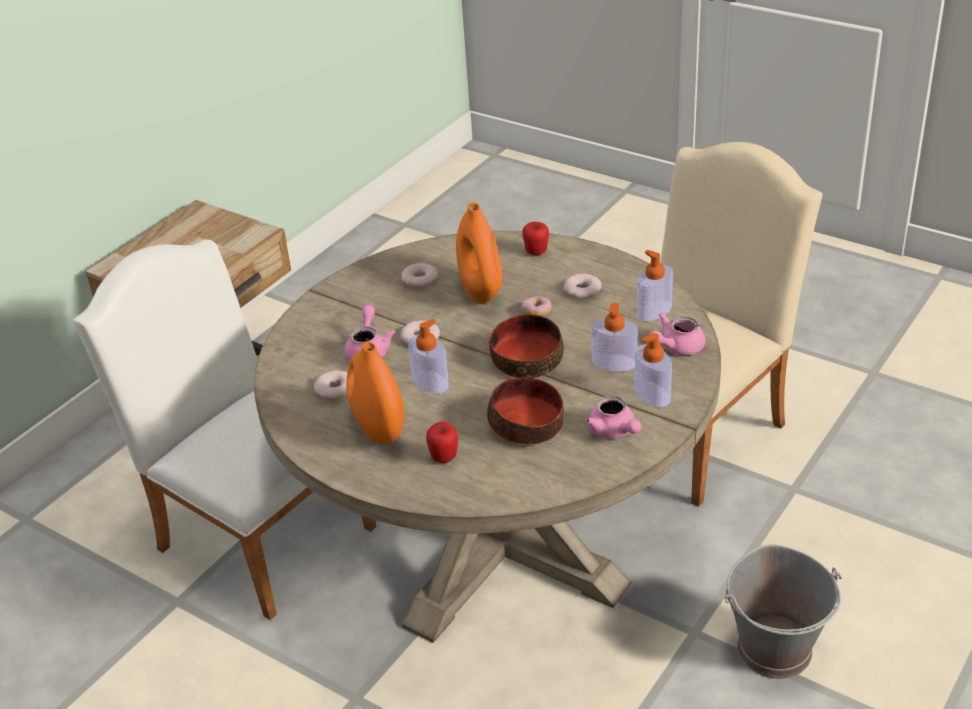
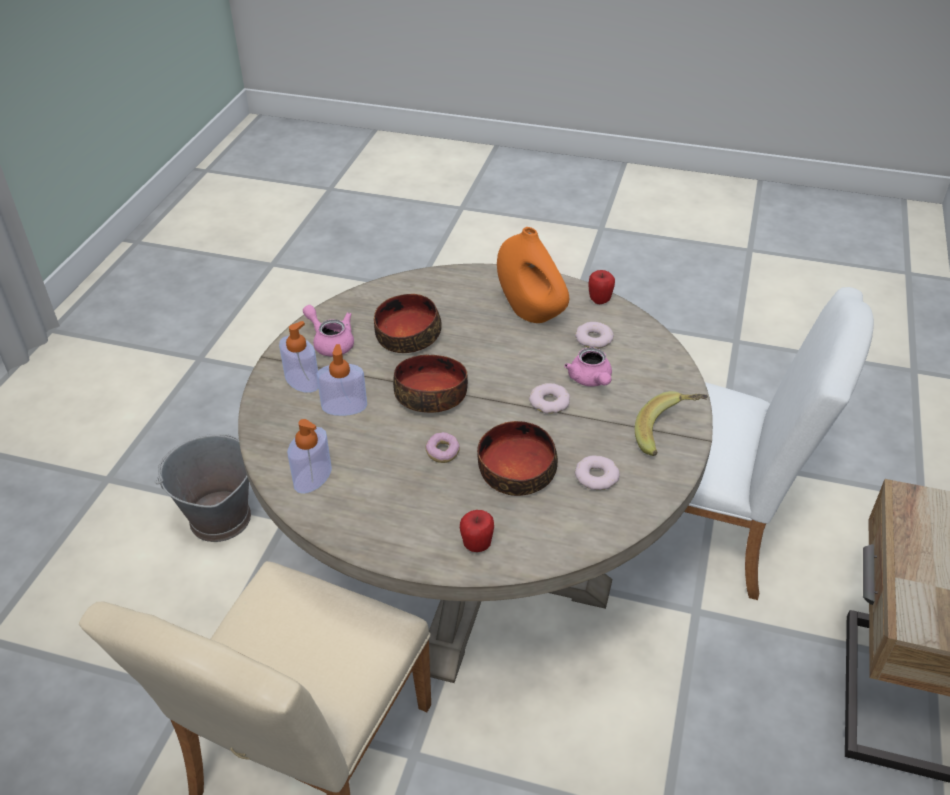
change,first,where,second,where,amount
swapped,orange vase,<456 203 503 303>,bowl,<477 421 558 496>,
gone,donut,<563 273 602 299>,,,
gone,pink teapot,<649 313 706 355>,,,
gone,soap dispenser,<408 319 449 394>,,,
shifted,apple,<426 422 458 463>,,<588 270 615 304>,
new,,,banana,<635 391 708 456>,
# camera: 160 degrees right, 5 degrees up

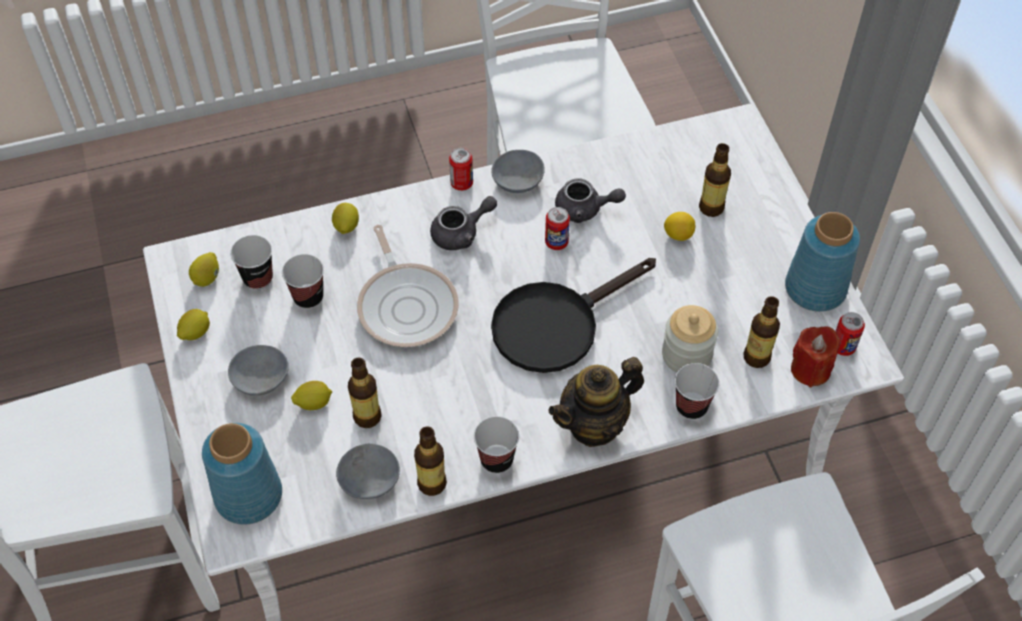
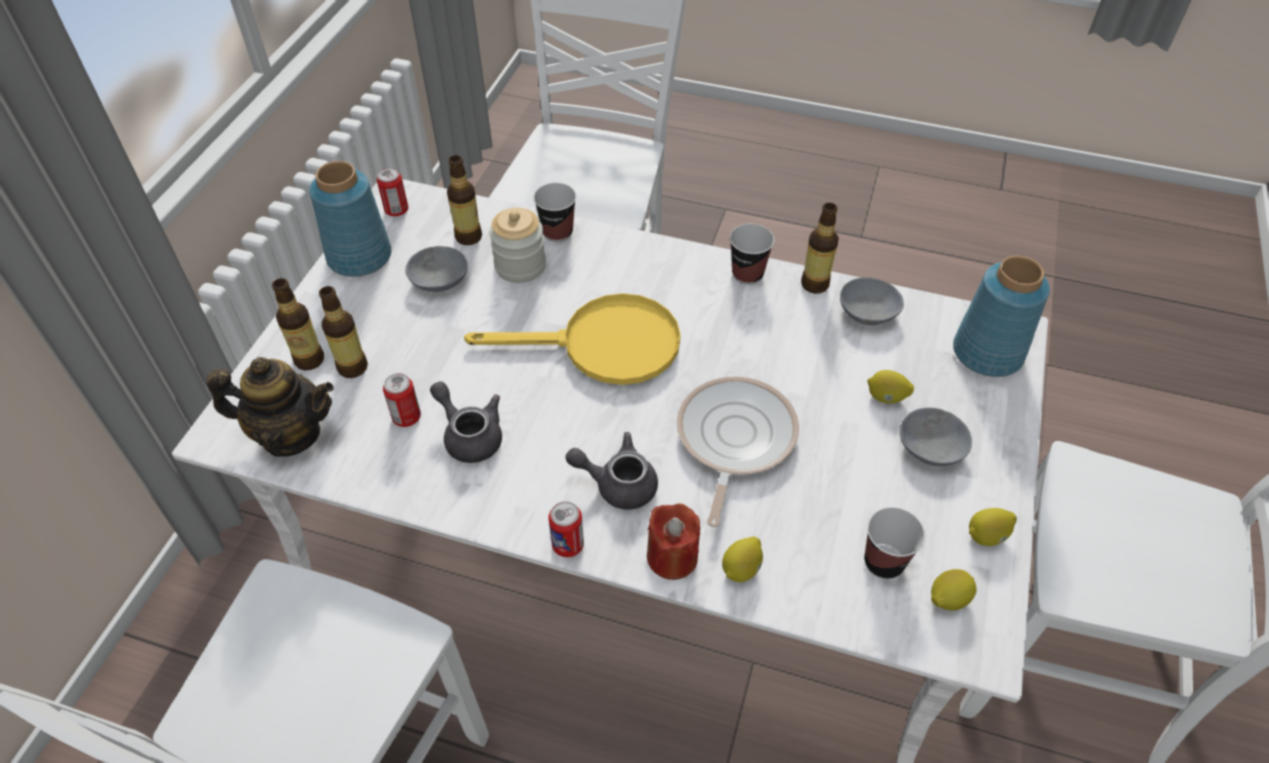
change,first,where,second,where,amount
shifted,grey bowl,<491 150 545 193>,,<405 246 468 292>,
shifted,can,<545 207 570 250>,,<383 373 421 427>,
gone,lemon,<664 212 695 241>,,,
gone,cup,<282 254 324 309>,,,
repainted,black frying pan,<491 258 656 373>,yellow frying pan,<464 293 681 385>,
shifted,red candle,<791 326 841 388>,,<647 503 700 580>,
shifted,bottle,<348 357 382 428>,,<272 278 324 370>,
shifted,teapot,<548 357 644 447>,,<206 357 334 457>,
# camera: 145 degrees left, 5 degrees down

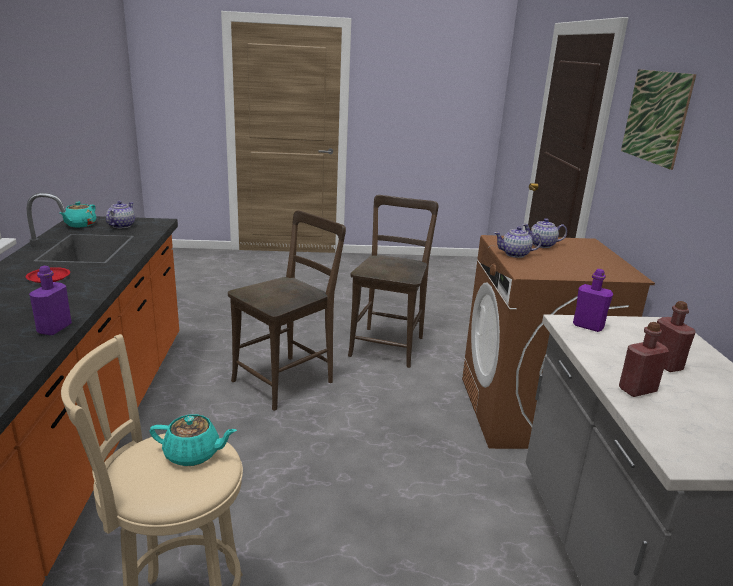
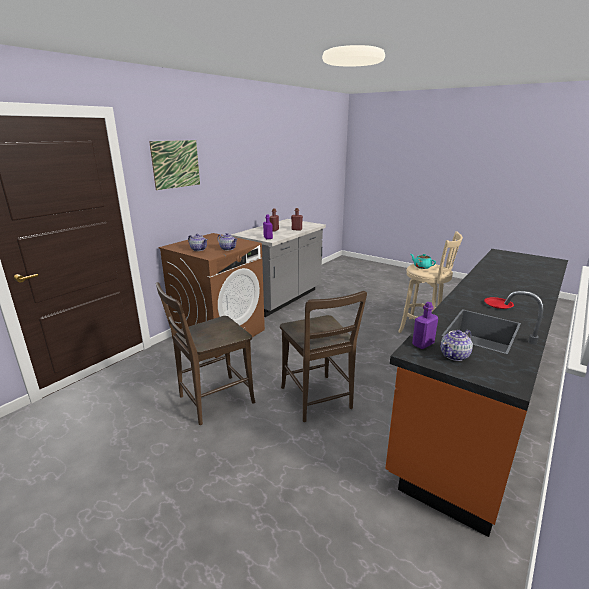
change,first,where,second,where,amount
gone,turquoise teapot,<60 202 96 228>,,,
rotated,brown chair,<228 210 346 411>,,<280 291 367 422>,105 degrees counterclockwise
shifted,purple bottle,<29 266 72 335>,,<412 302 438 349>,
# camera: 140 degrees left, 0 degrees up

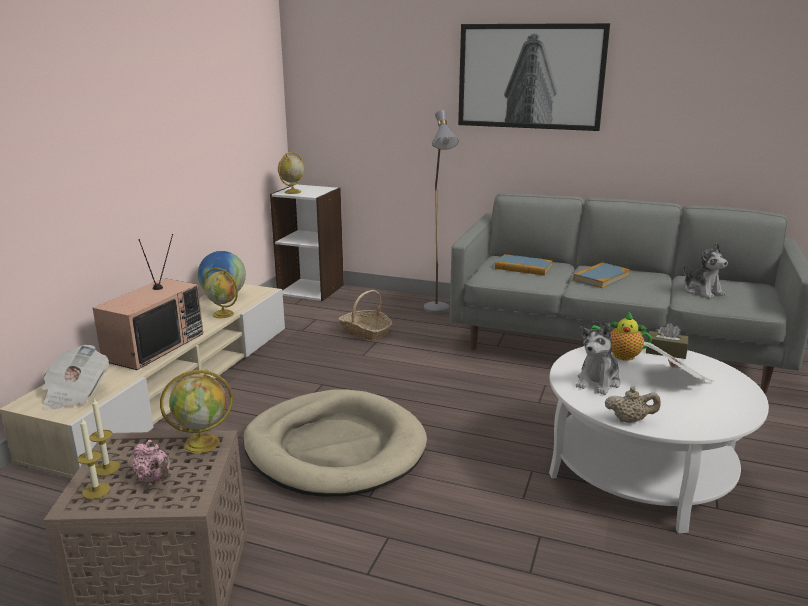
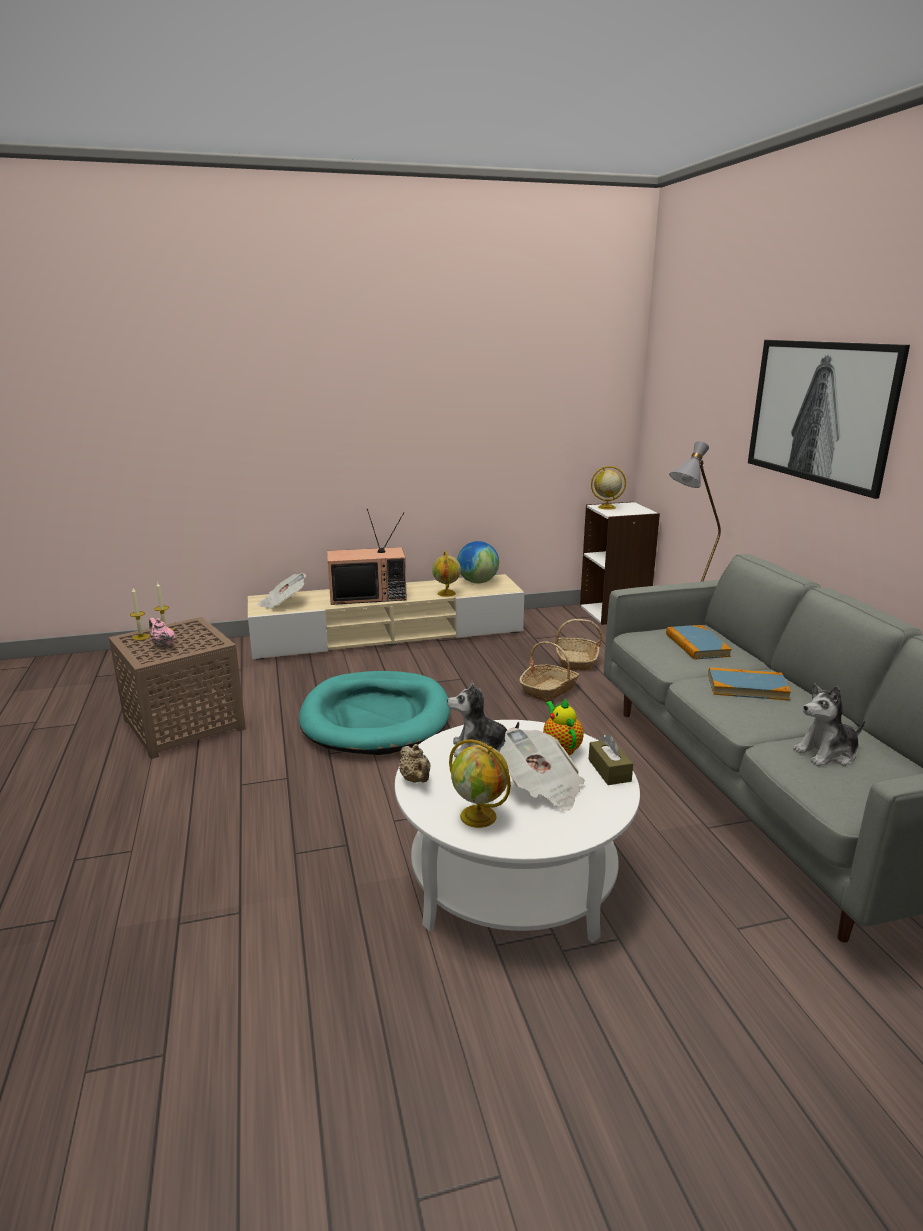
change,first,where,second,where,amount
rotated,plush toy,<683 243 728 299>,,<793 684 865 766>,45 degrees clockwise
shifted,globe,<160 370 233 453>,,<449 739 511 828>,
repainted,beige dog bed,<243 389 427 496>,turquoise dog bed,<299 671 450 755>,
rotated,pink teapot,<133 440 170 483>,,<149 618 175 647>,120 degrees clockwise
new,,,basket,<519 641 579 702>,
# camera: 55 degrees right, 0 degrees up

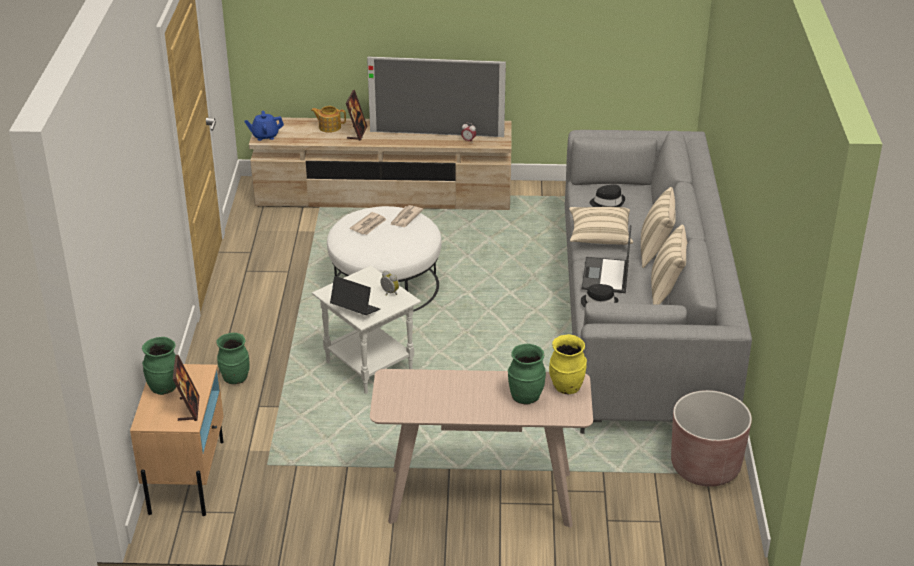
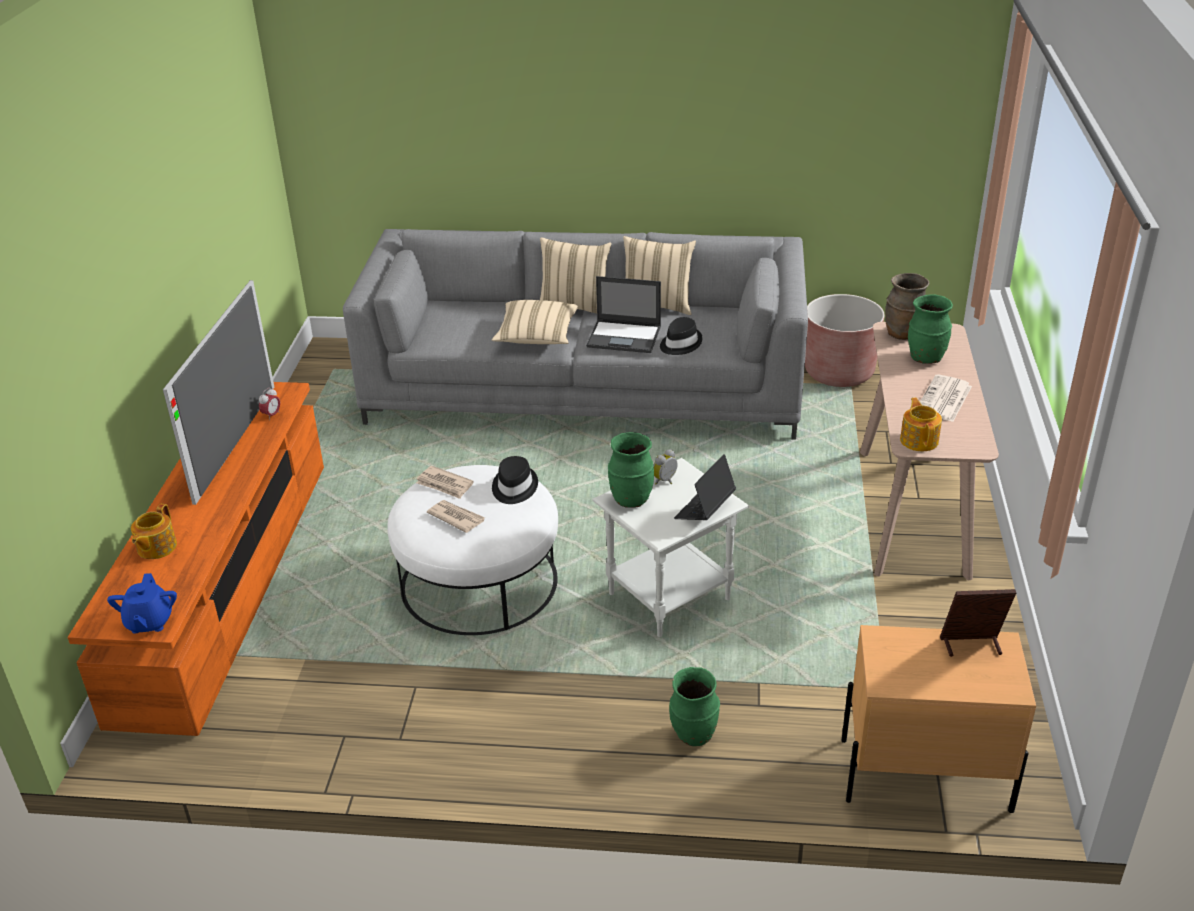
change,first,where,second,where,amount
gone,picture frame,<346 90 368 141>,,,
repainted,beige tv stand,<249 117 512 210>,orange tv stand,<67 382 324 736>,
shifted,black hat,<590 184 625 207>,,<492 456 538 504>,
repainted,yellow vase,<549 334 587 394>,brown vase,<885 273 929 340>,
shifted,green vase,<142 337 176 395>,,<608 432 654 508>,
new,,,newspaper,<920 375 972 422>,
new,,,teapot,<900 398 942 451>,
# camera: 85 degrees left, 0 degrees up

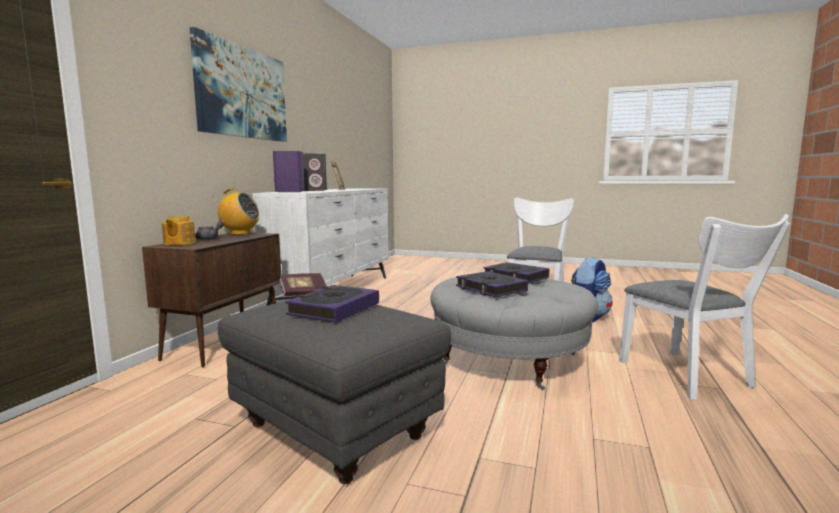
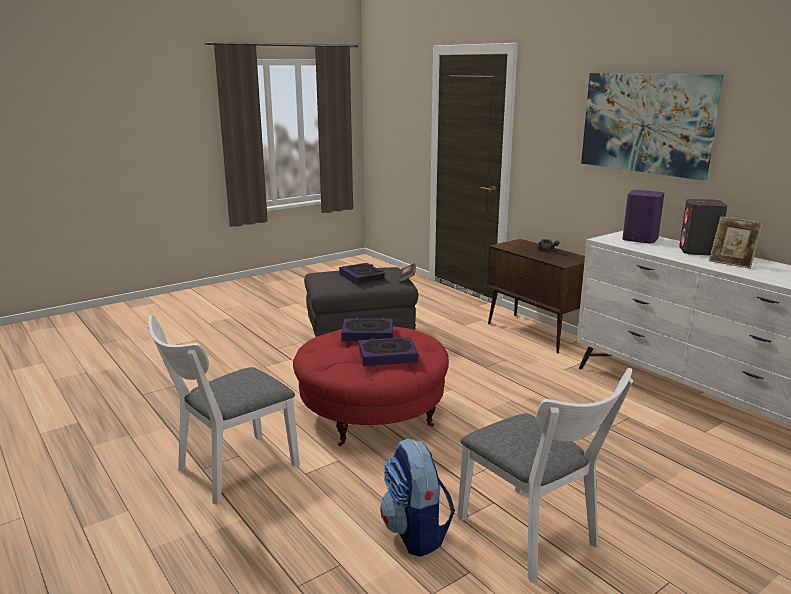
change,first,where,second,where,amount
gone,radio,<214 188 260 235>,,,
rotated,white chair,<619 214 790 400>,,<148 315 300 505>,60 degrees counterclockwise
gone,teapot,<162 216 196 245>,,,
repainted,grey ottoman,<430 277 598 390>,red ottoman,<293 326 449 446>,
# camera: 125 degrees right, 10 degrees up

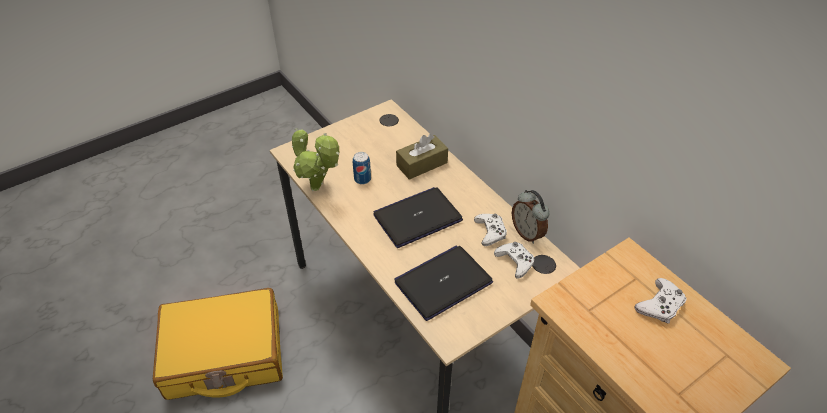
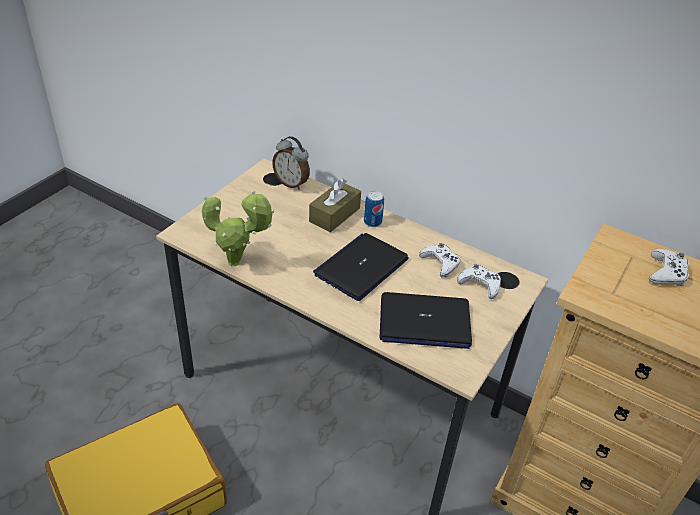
change,first,where,second,where,amount
shifted,can,<353 152 371 185>,,<364 191 384 227>,
shifted,alarm clock,<512 190 550 244>,,<272 136 310 190>,
rotated,laptop,<394 245 493 321>,,<380 292 472 349>,120 degrees counterclockwise
# camera: 25 degrees left, 5 degrees down

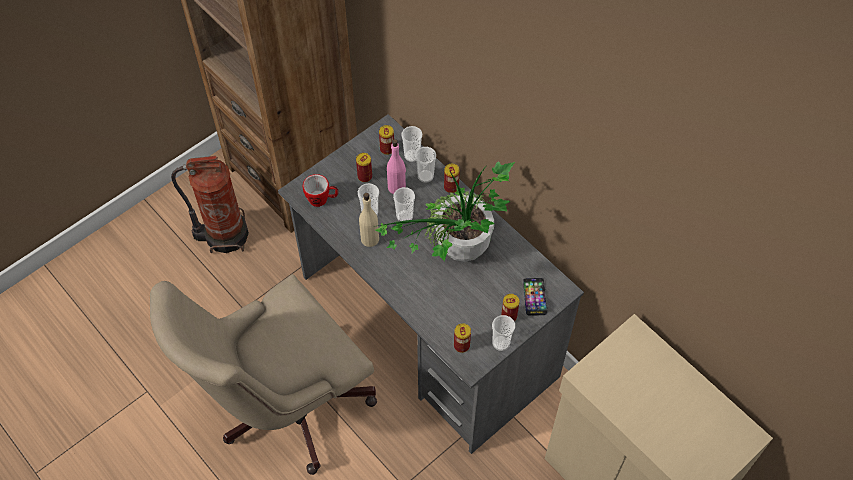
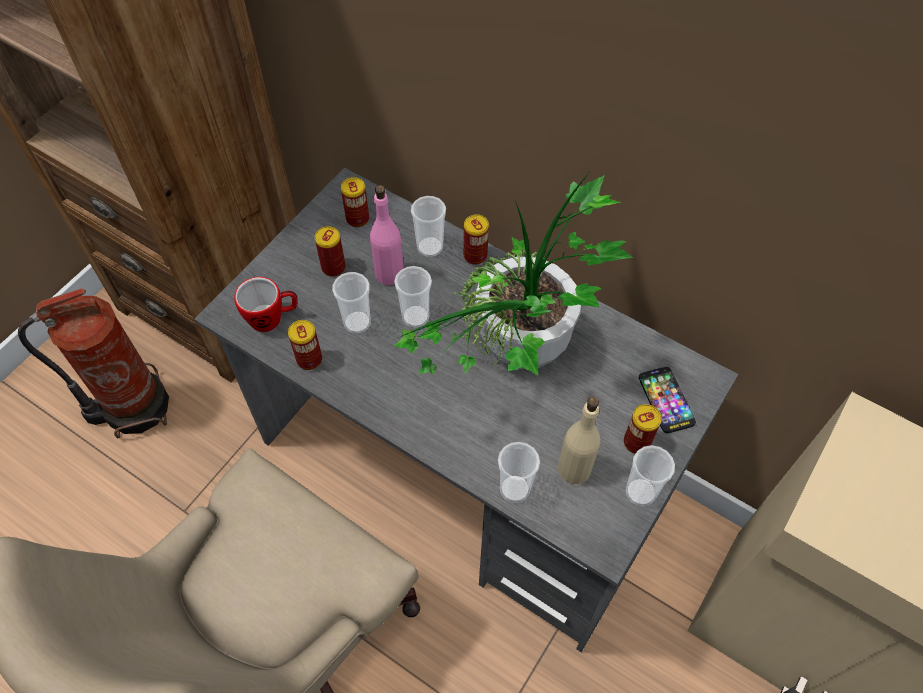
change,first,where,second,where,amount
shifted,cup,<401 126 422 162>,,<498 442 540 503>,
shifted,beige bottle,<359 193 379 247>,,<558 397 601 484>,
shifted,can,<454 323 471 353>,,<288 320 322 370>,
# camera: 15 degrees left, 0 degrees up

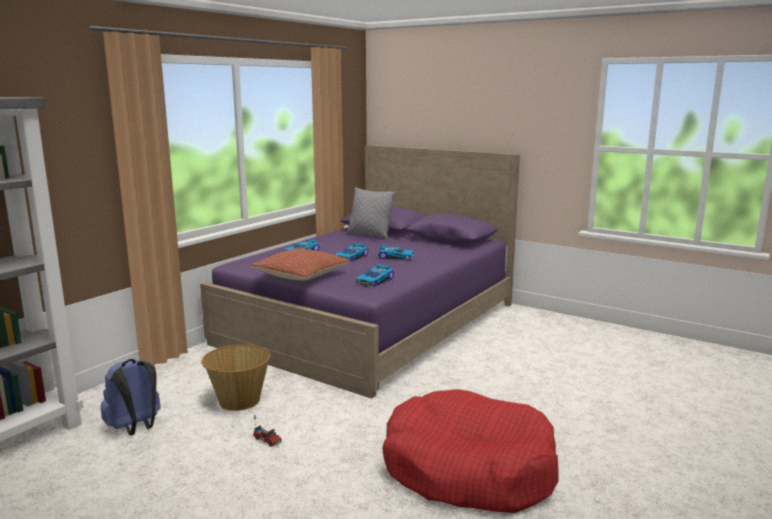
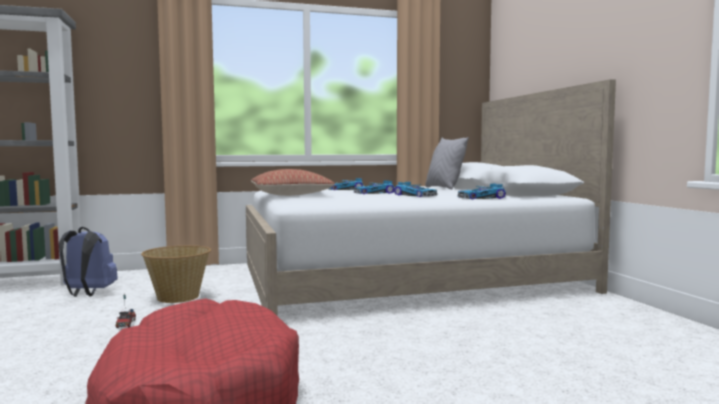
change,first,where,second,where,amount
repainted,purple bed,<200 145 520 399>,white bed,<246 79 616 315>,
shifted,toy car,<355 264 394 287>,,<457 184 506 199>,
# camera: 40 degrees right, 10 degrees down

